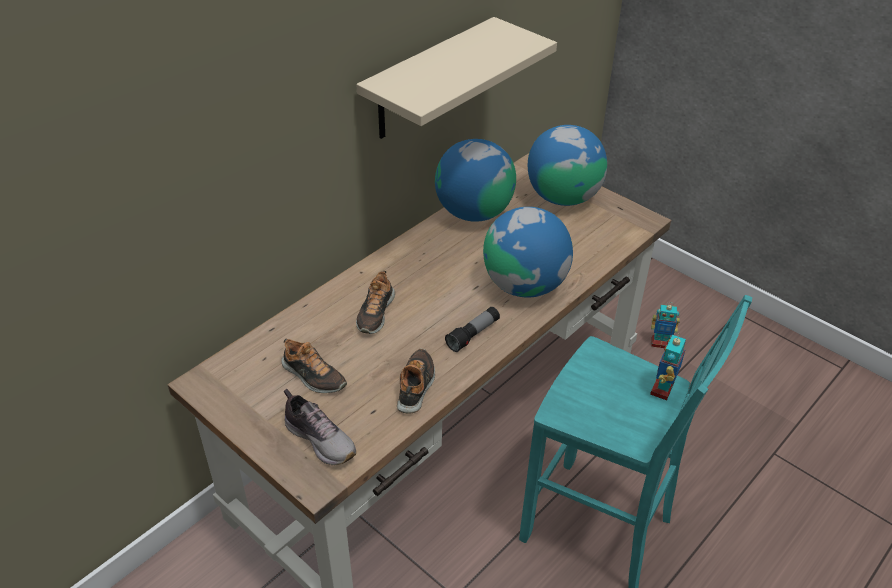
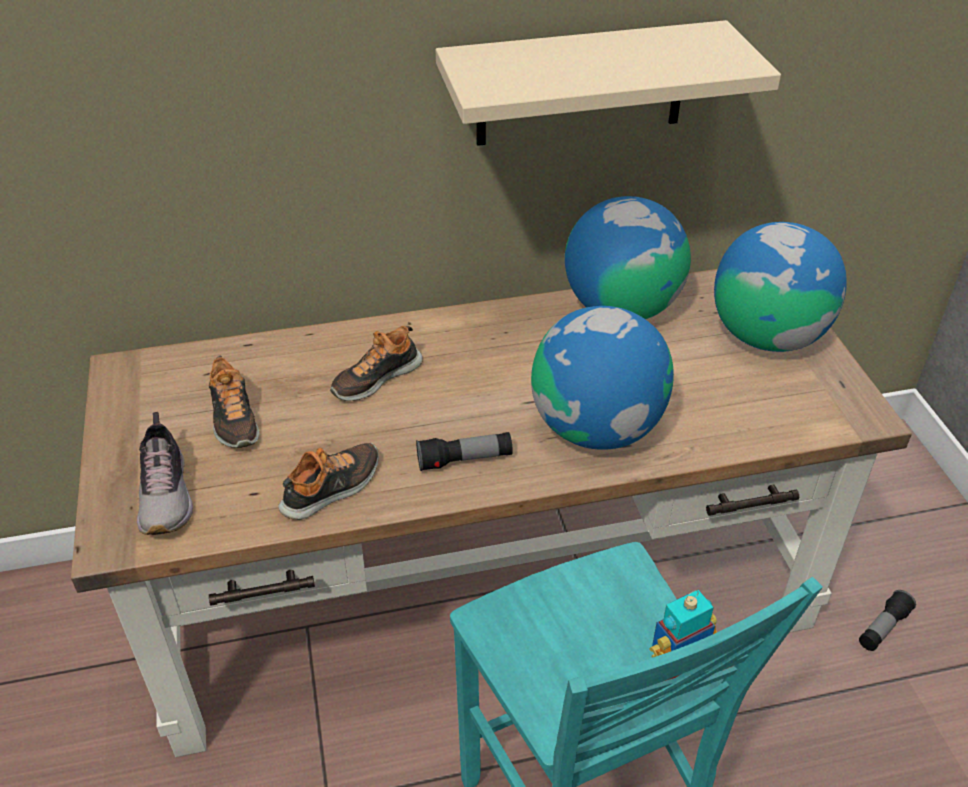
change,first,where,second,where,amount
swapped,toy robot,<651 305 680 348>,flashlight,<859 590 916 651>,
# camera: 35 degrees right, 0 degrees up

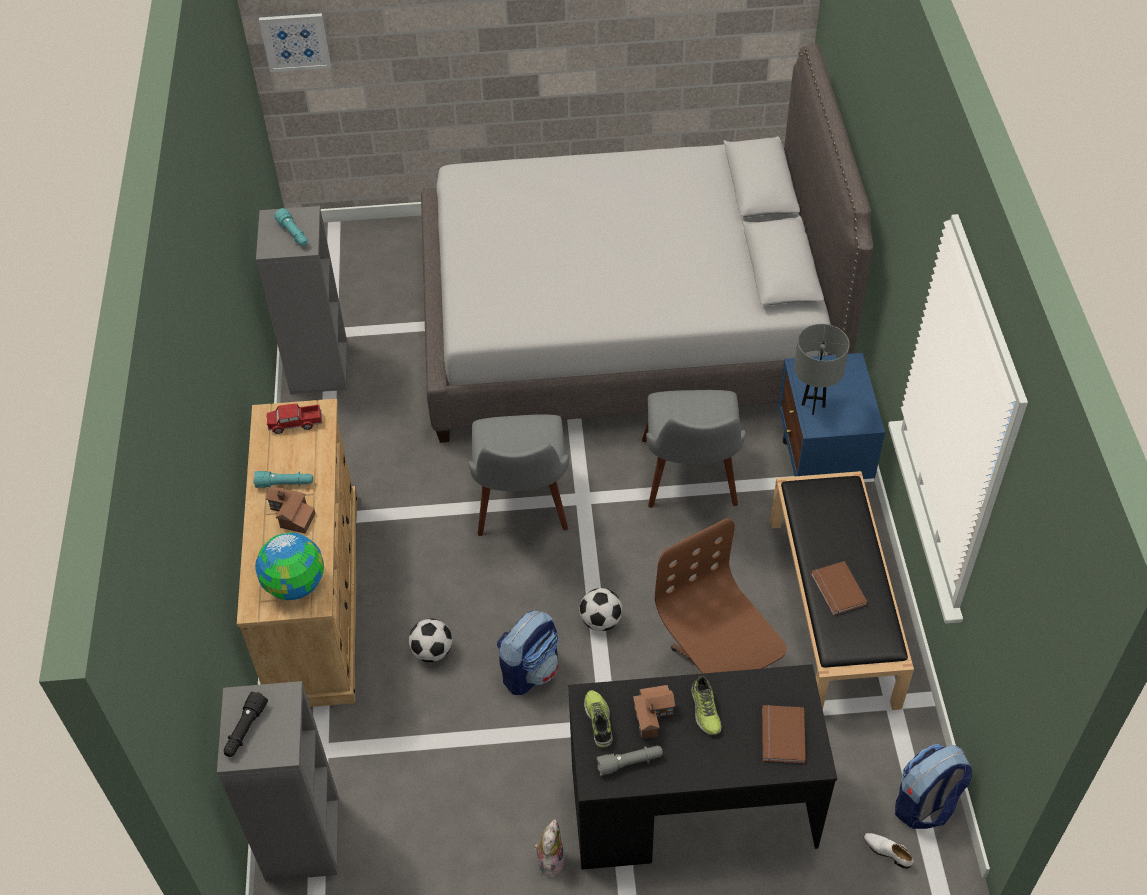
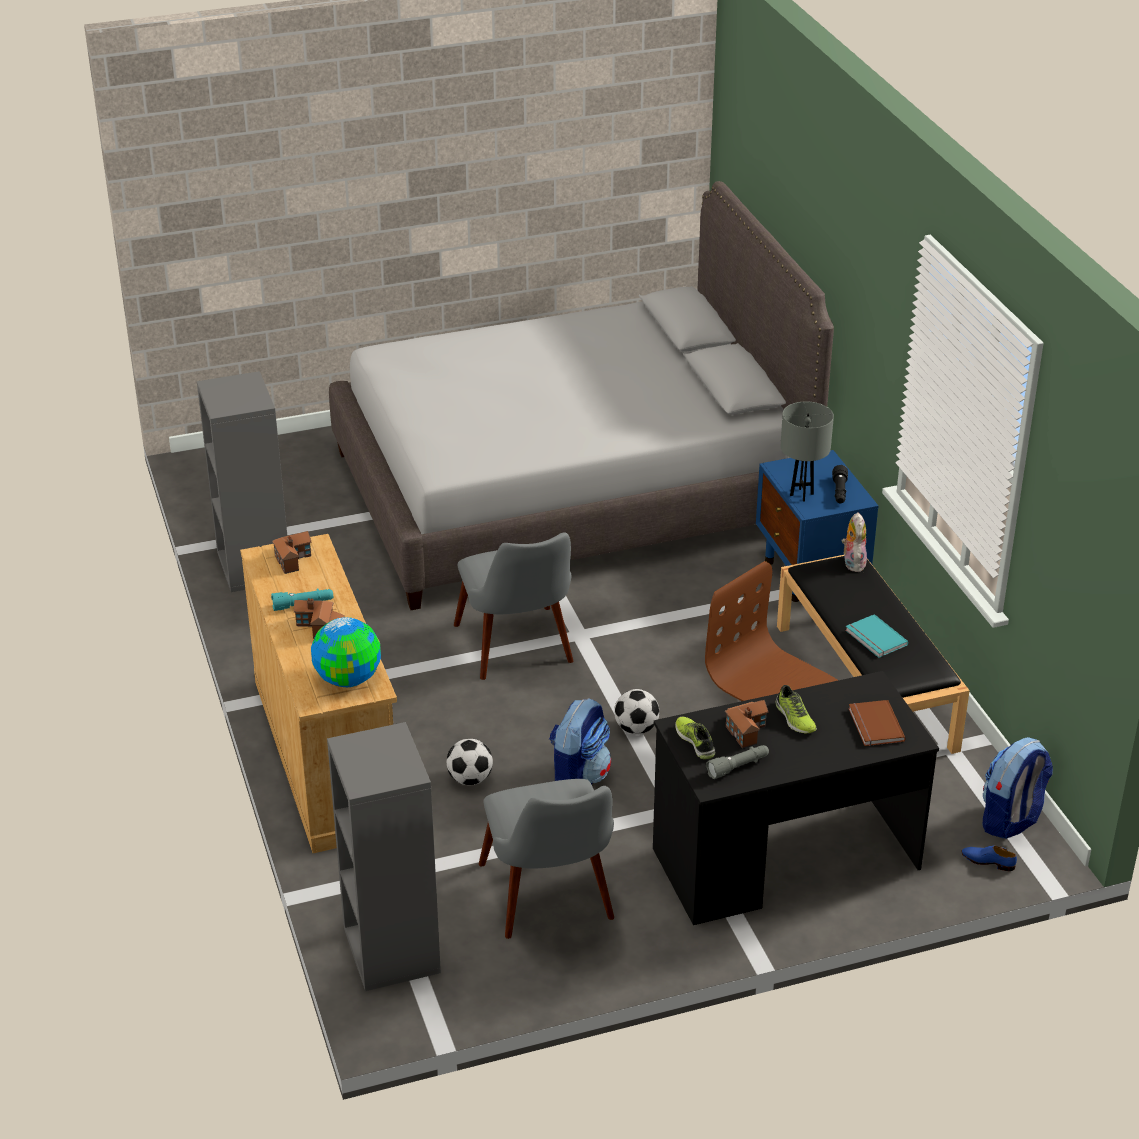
change,first,where,second,where,amount
gone,picture,<259 13 331 72>,,,
gone,turquoise flashlight,<274 208 308 246>,,,
shifted,grey chair,<642 390 746 508>,,<479 779 614 939>,
swapped,toy truck,<266 403 322 434>,toy house,<272 531 312 574>,
repainted,brown book,<811 561 868 615>,turquoise book,<845 614 908 658>,
shifted,black flashlight,<224 691 268 757>,,<832 465 848 503>,
shifted,plush toy,<534 819 565 878>,,<842 512 867 572>,
repainted,white shoe,<864 833 913 869>,blue shoe,<962 846 1017 871>,
# camera: 15 degrees left, 15 degrees down

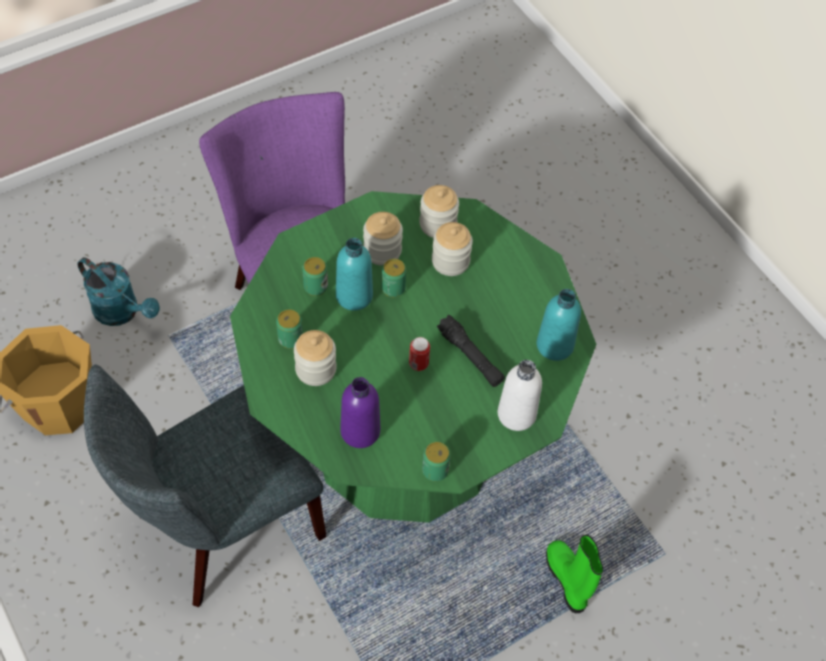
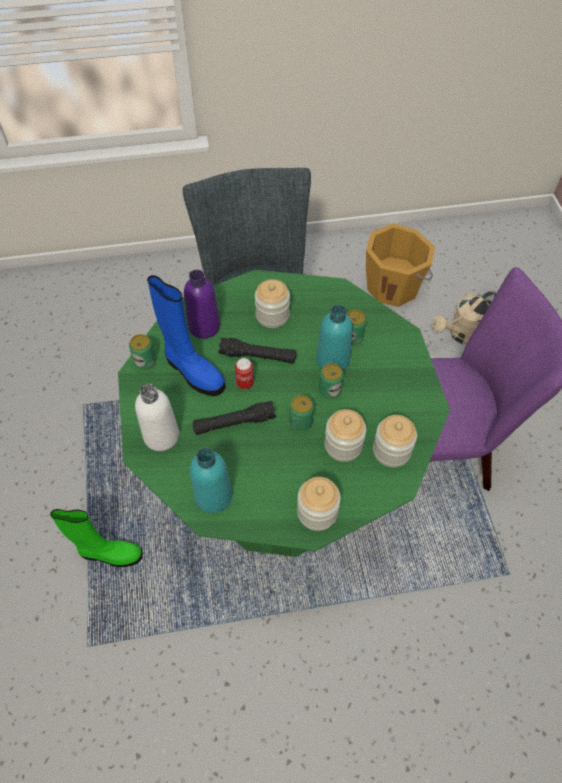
change,first,where,second,where,amount
shifted,jar,<363 212 403 266>,,<297 477 341 531>,
repainted,turquoise watering can,<77 257 160 326>,beige watering can,<432 290 496 345>,
shifted,can,<276 309 303 349>,,<289 395 314 431>,
new,,,blue boot,<147 275 226 396>,
new,,,black flashlight,<218 338 296 364>,
# camera: 115 degrees right, 0 degrees up

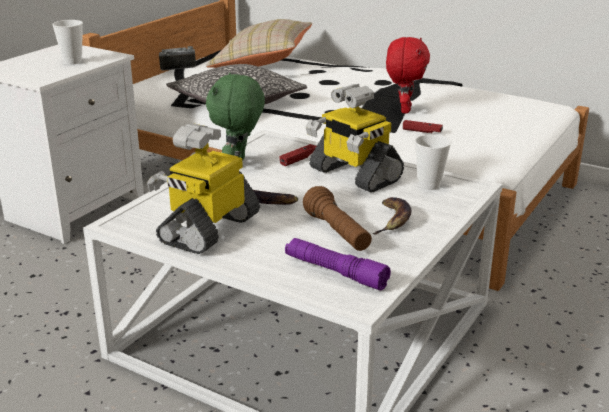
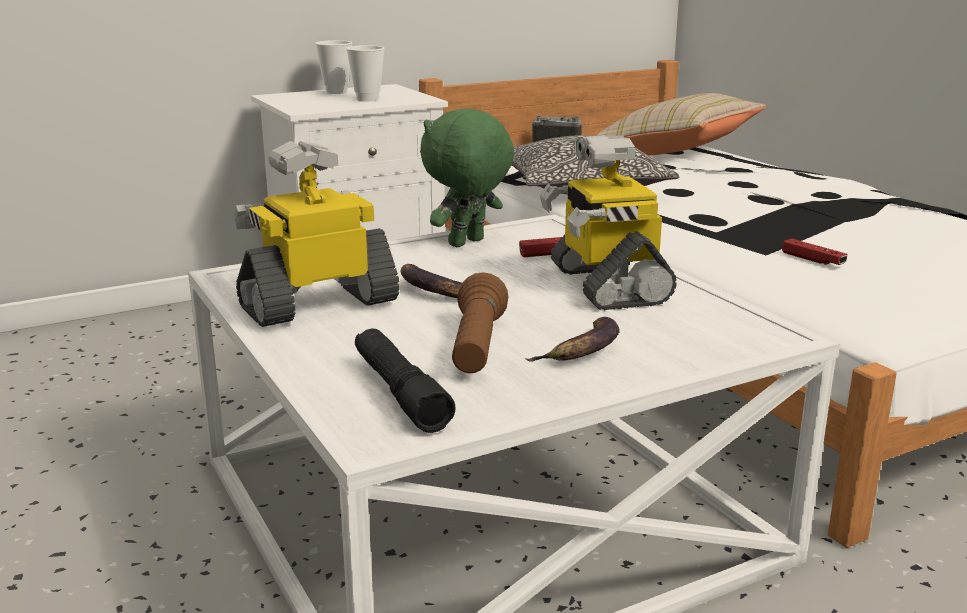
change,first,where,second,where,amount
gone,red plush toy,<386 37 430 113>,,,
shifted,cup,<414 135 451 190>,,<315 40 352 94>,
repainted,purple flashlight,<285 238 391 290>,black flashlight,<355 328 455 433>,
# camera: 30 degrees right, 5 degrees down

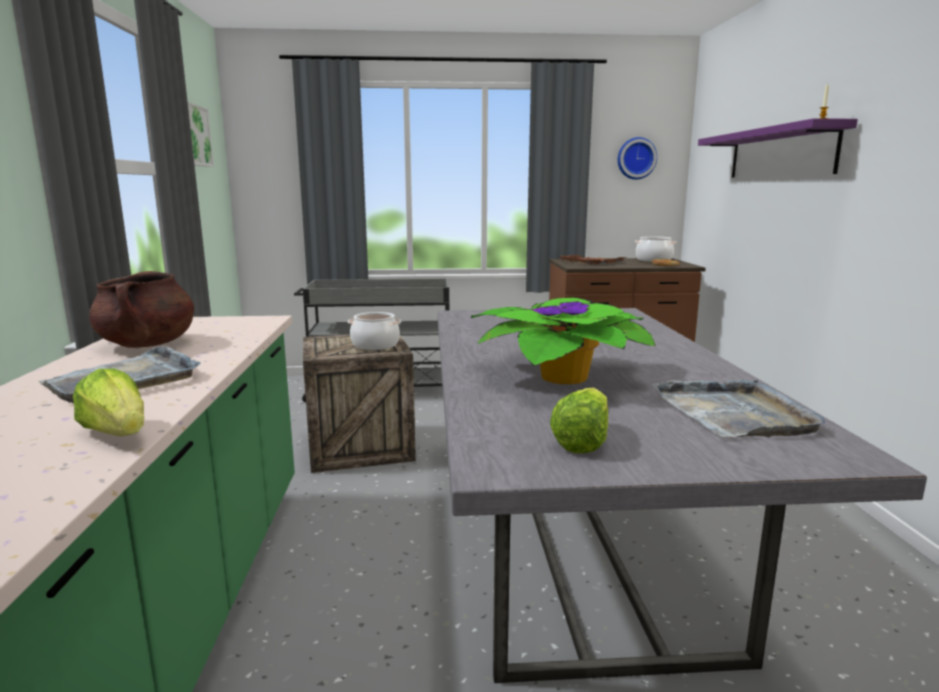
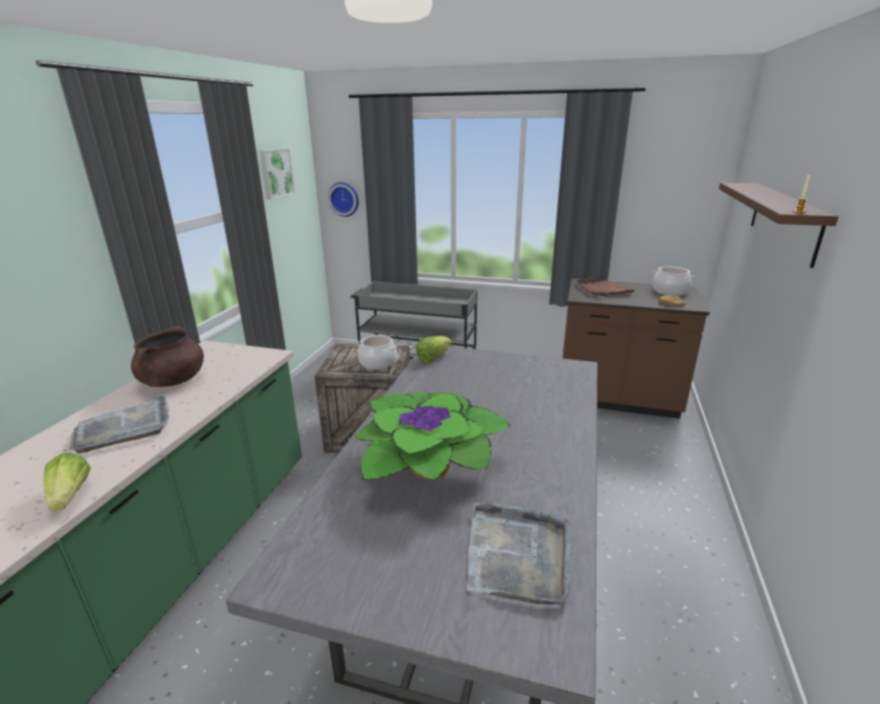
change,first,where,second,where,amount
repainted,purple shelf,<698 118 858 178>,brown shelf,<719 183 839 268>,
shifted,wall clock,<618 137 657 179>,,<328 182 359 217>,
shifted,lettuce,<550 388 608 453>,,<416 336 451 363>,
# camera: 20 degrees right, 10 degrees up

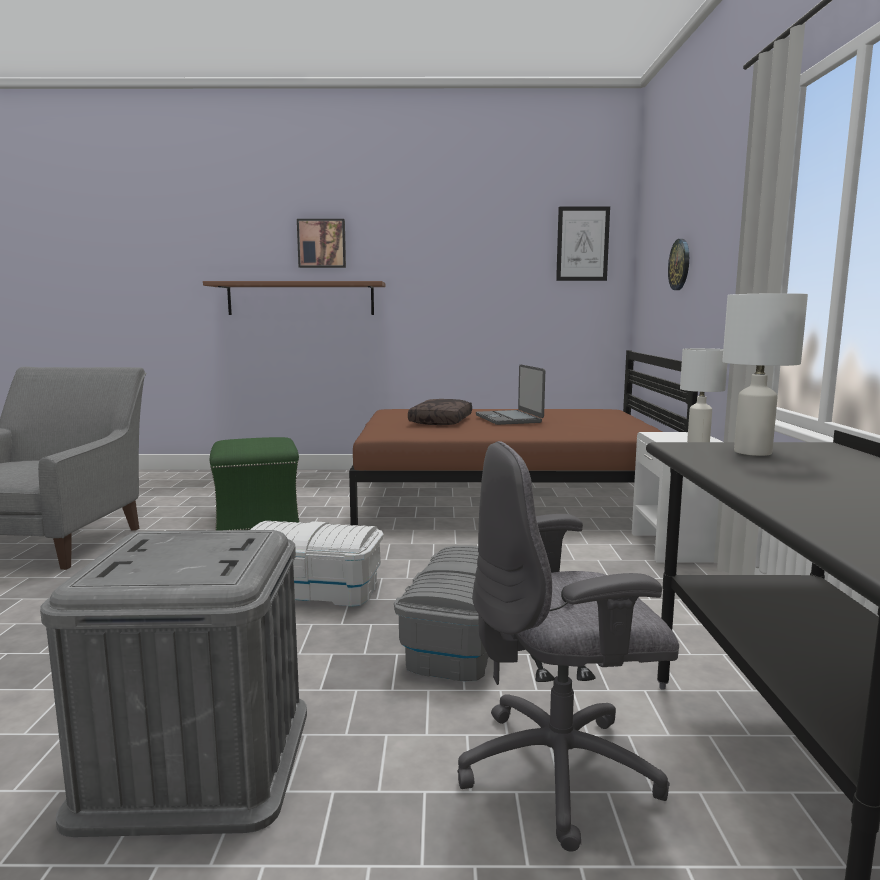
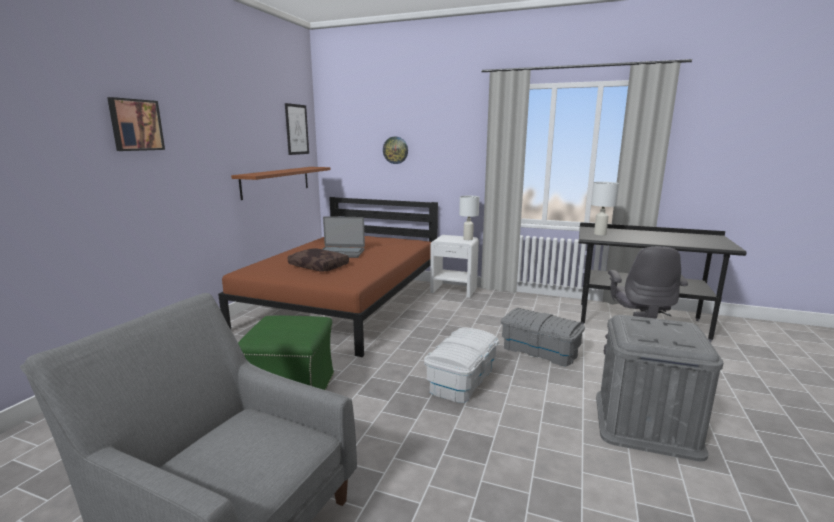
change,first,where,second,where,amount
shifted,brown shelf,<203 281 385 315>,,<231 167 330 200>,
# camera: 70 degrees left, 5 degrees up

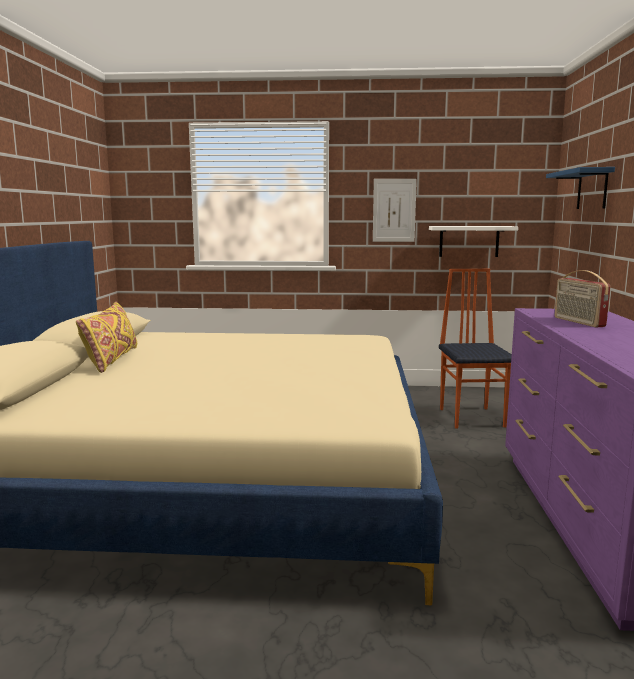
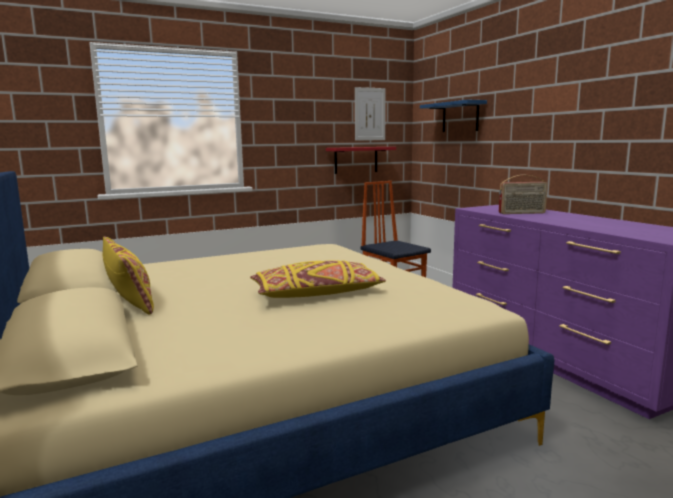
change,first,where,second,where,amount
shifted,picture,<373 179 417 242>,,<355 87 386 141>,
repainted,white shelf,<429 226 518 257>,red shelf,<326 147 396 174>,
rotated,radio,<555 270 610 328>,,<499 175 548 214>,45 degrees counterclockwise
new,,,yellow pillow,<250 260 386 298>,
# camera: 30 degrees left, 0 degrees up

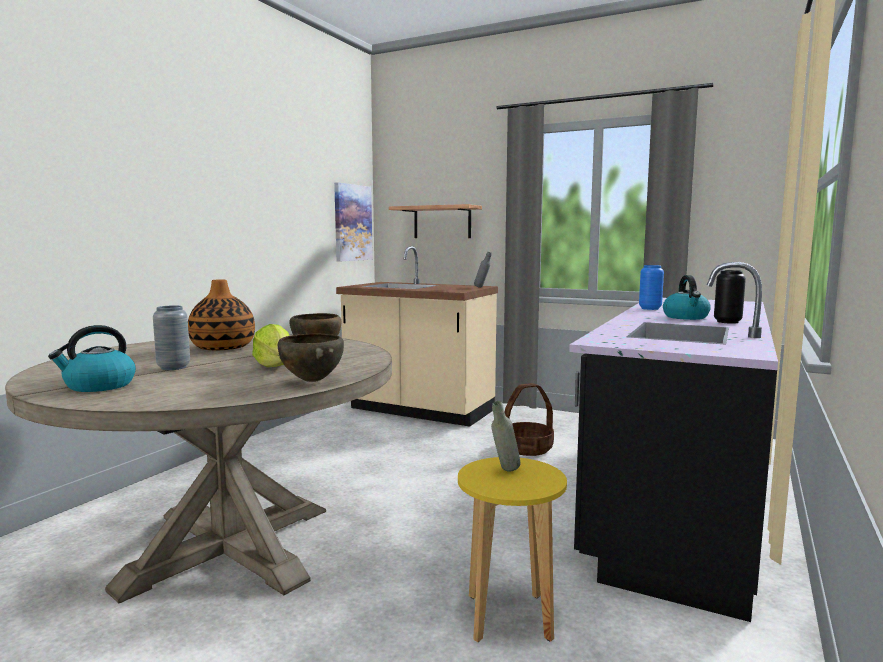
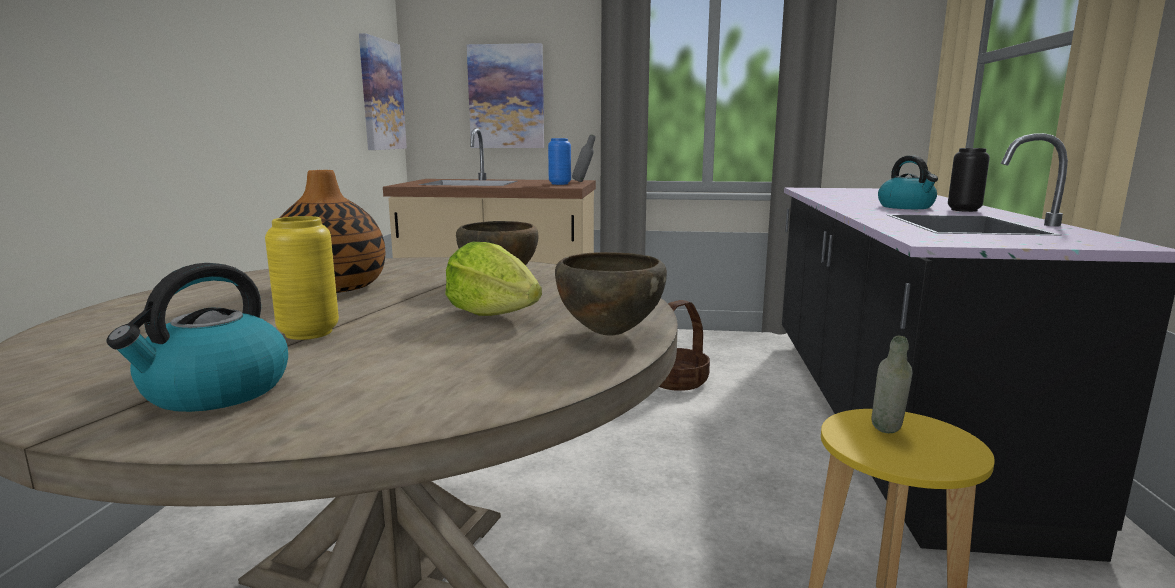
change,first,where,second,where,amount
swapped,shelf,<389 204 482 238>,picture,<467 43 544 148>,
shifted,blue vase,<639 265 664 310>,,<548 138 571 185>,
repainted,grey vase,<153 305 190 370>,yellow vase,<265 216 339 340>,
# camera: 20 degrees left, 5 degrees up

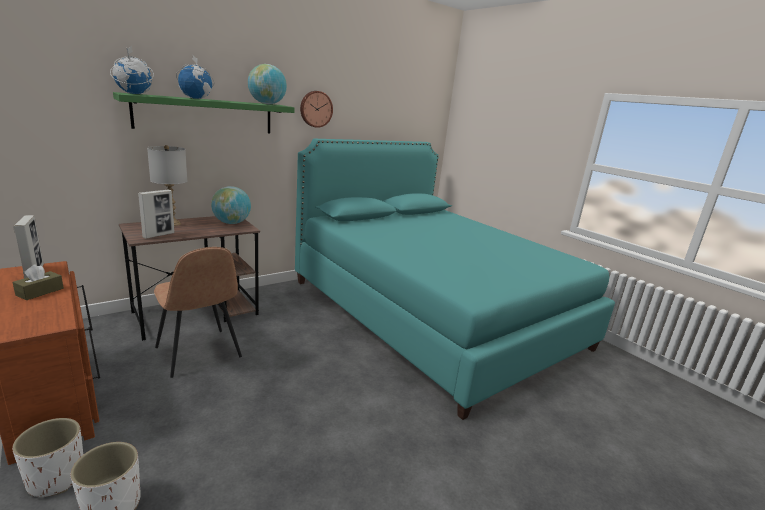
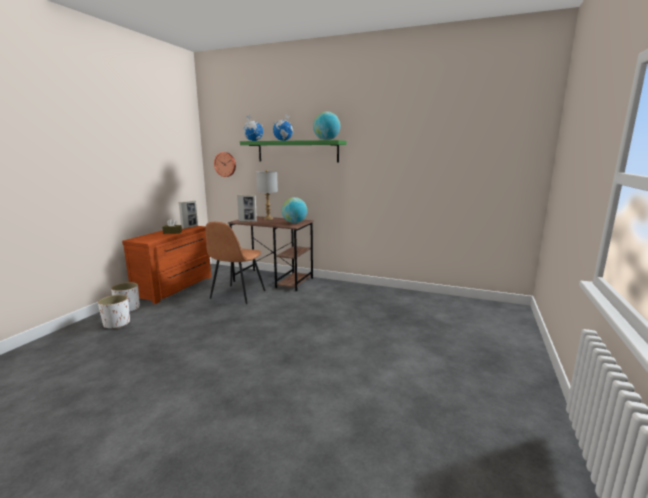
change,first,where,second,where,amount
shifted,wall clock,<300 91 333 128>,,<214 152 236 177>,
gone,turquoise bed,<295 139 615 420>,,,
# camera: 60 degrees right, 5 degrees down

